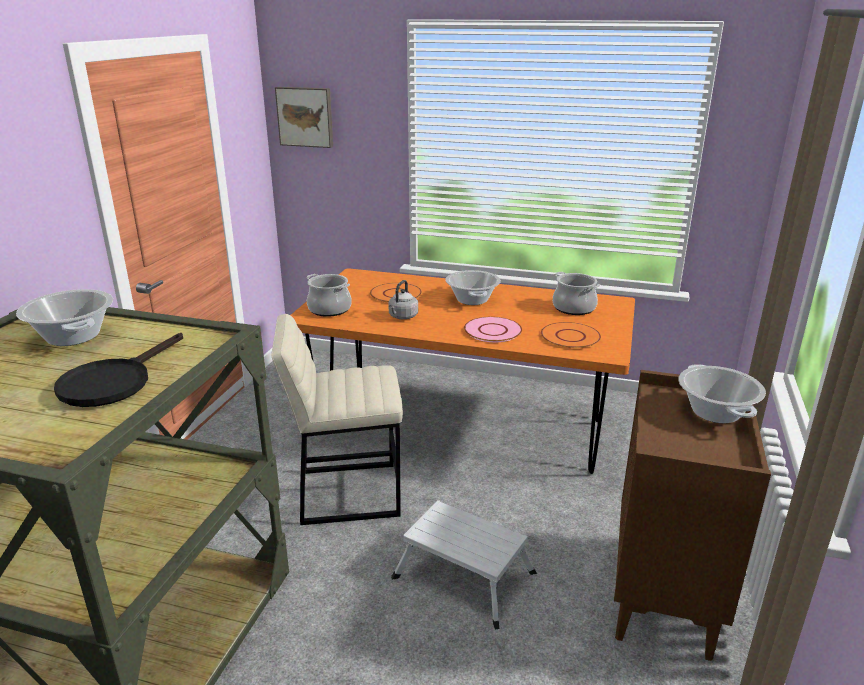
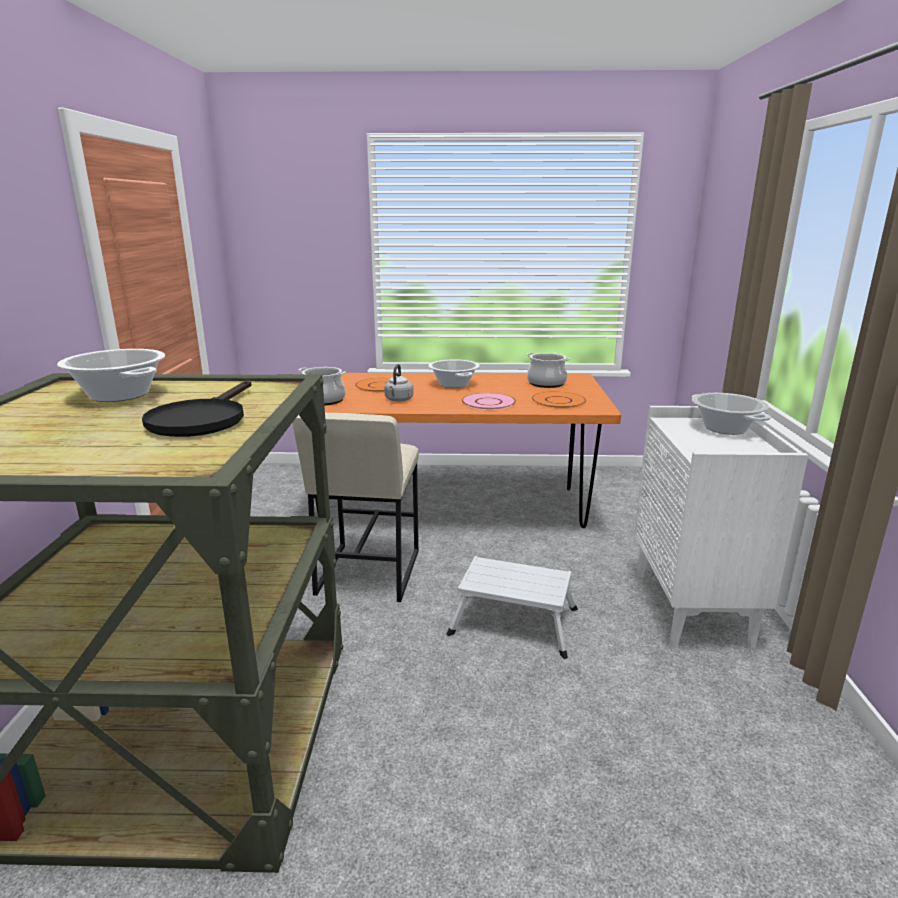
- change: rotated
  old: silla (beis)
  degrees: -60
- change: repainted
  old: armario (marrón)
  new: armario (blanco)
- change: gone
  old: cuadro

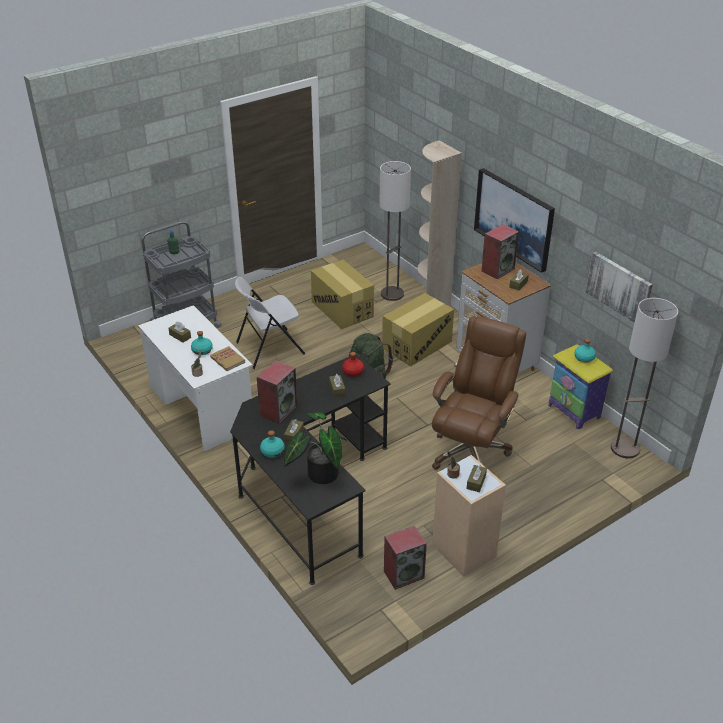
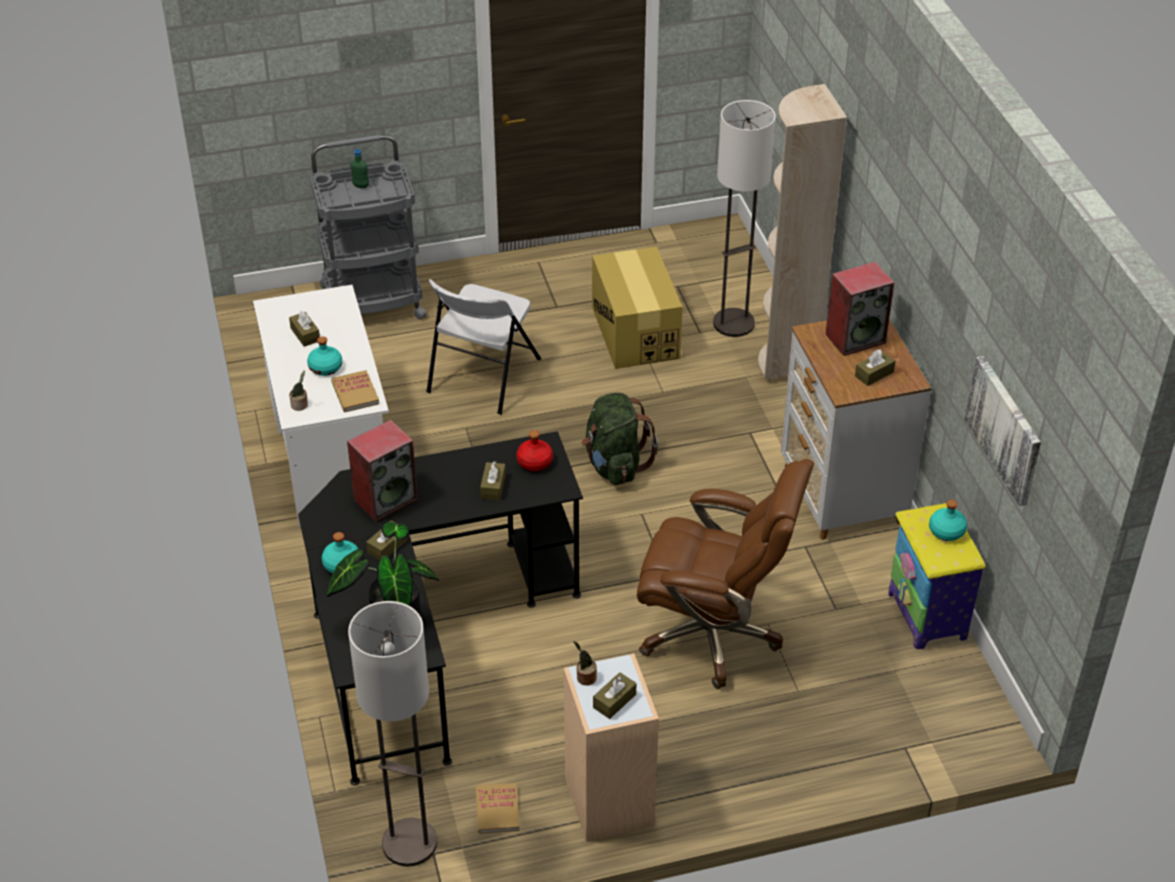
- change: shifted
  old: lámpara de pie (no. 2 from left in the first image)
  new: lámpara de pie (no. 1 from left)
- change: rotated
  old: silla (blanco)
  degrees: -60
- change: swapped
  old: altavoz (no. 2 from left)
  new: libro (no. 2 from left)
- change: rotated
  old: silla de oficina (marrón)
  degrees: 60
- change: gone
  old: caja de cartón (no. 2 from left)
- change: gone
  old: cuadro (no. 1 from left)

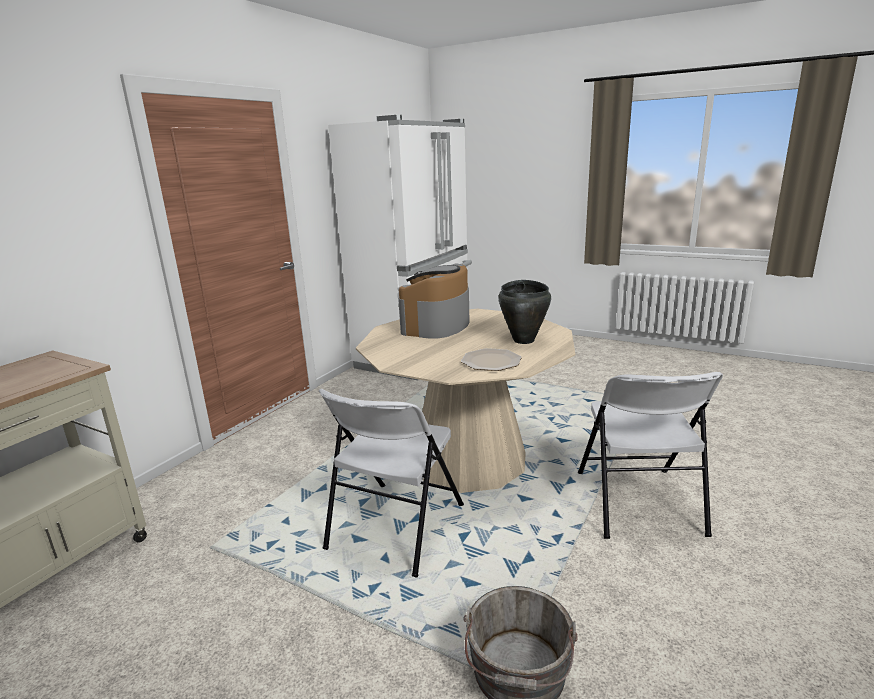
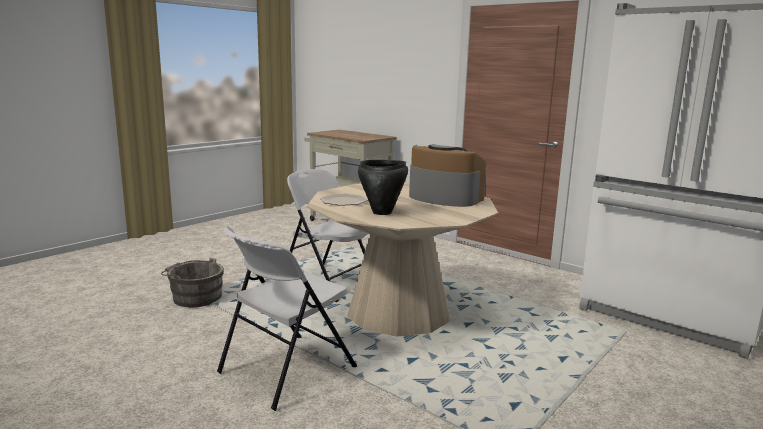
- change: rotated
  old: silla (blanco) (no. 2 from left in the first image)
  degrees: -60

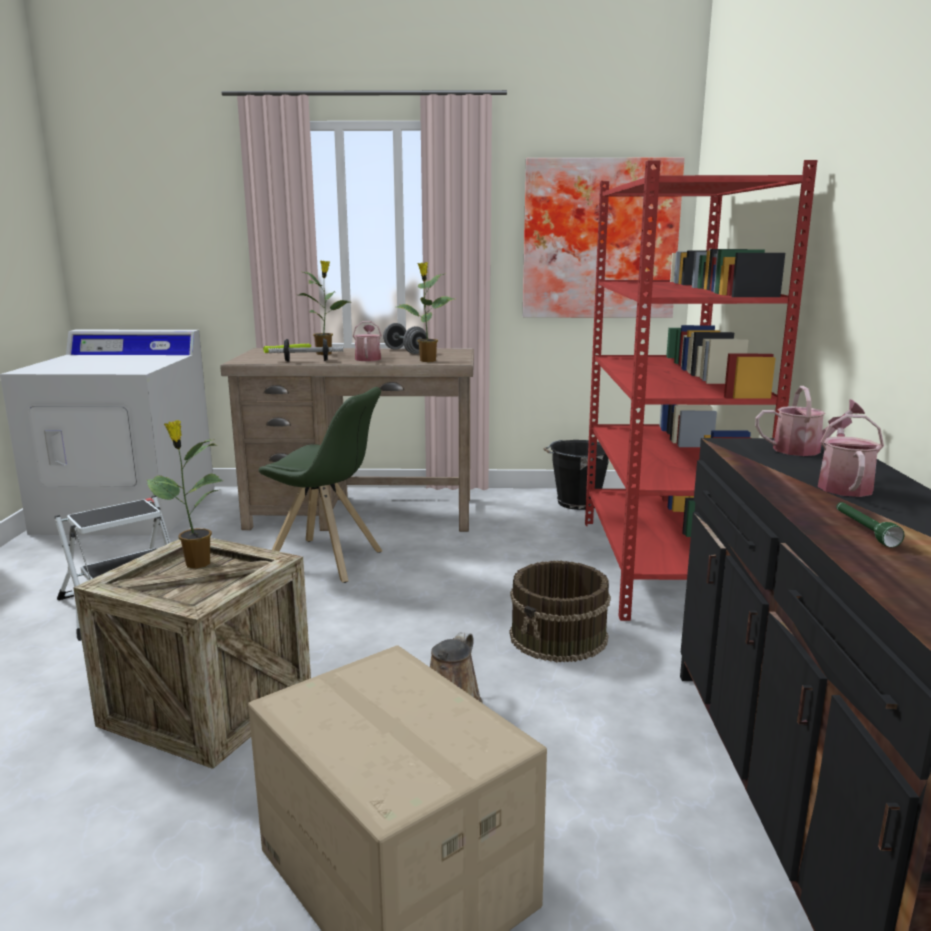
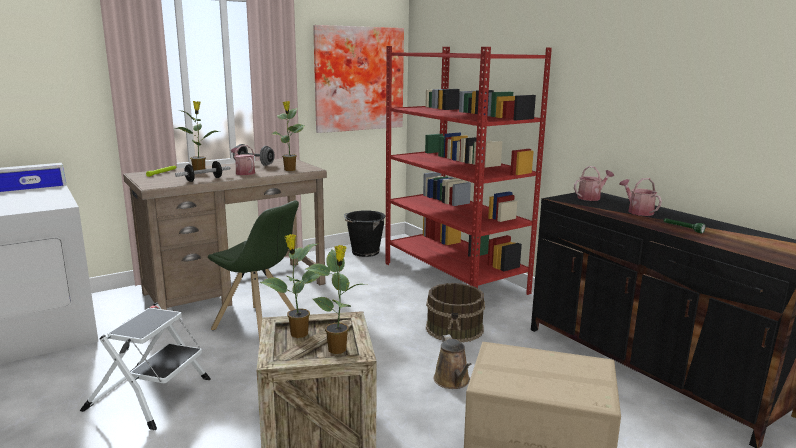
- change: rotated
  old: silla (verde)
  degrees: 45
- change: new
  new: planta en maceta (no. 4 from left)

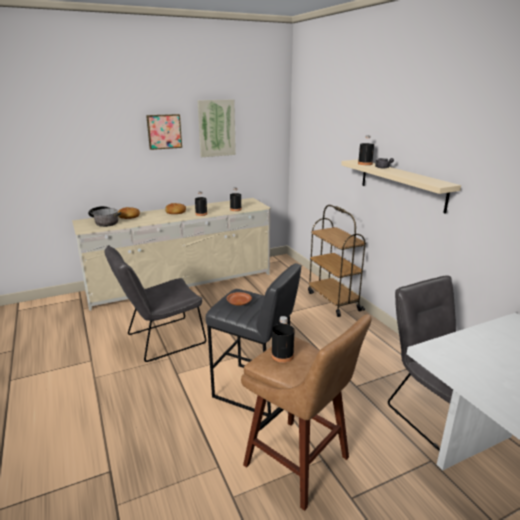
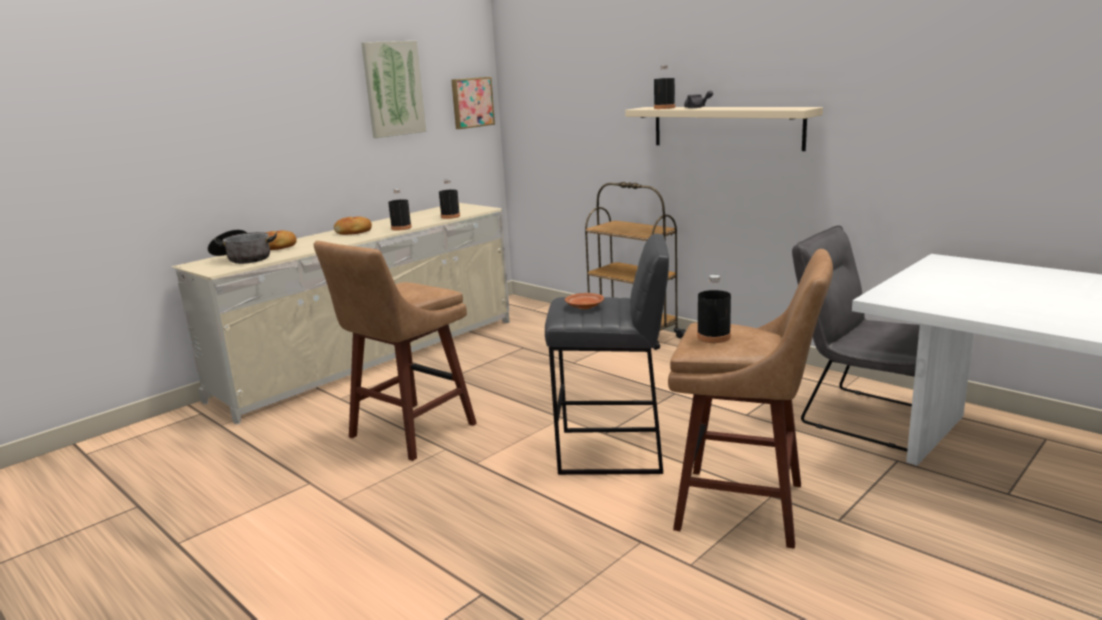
- change: swapped
  old: silla (gris) (no. 1 from left)
  new: taburete (marrón) (no. 1 from left)
- change: shifted
  old: cuadro (no. 1 from left in the first image)
  new: cuadro (no. 2 from left)

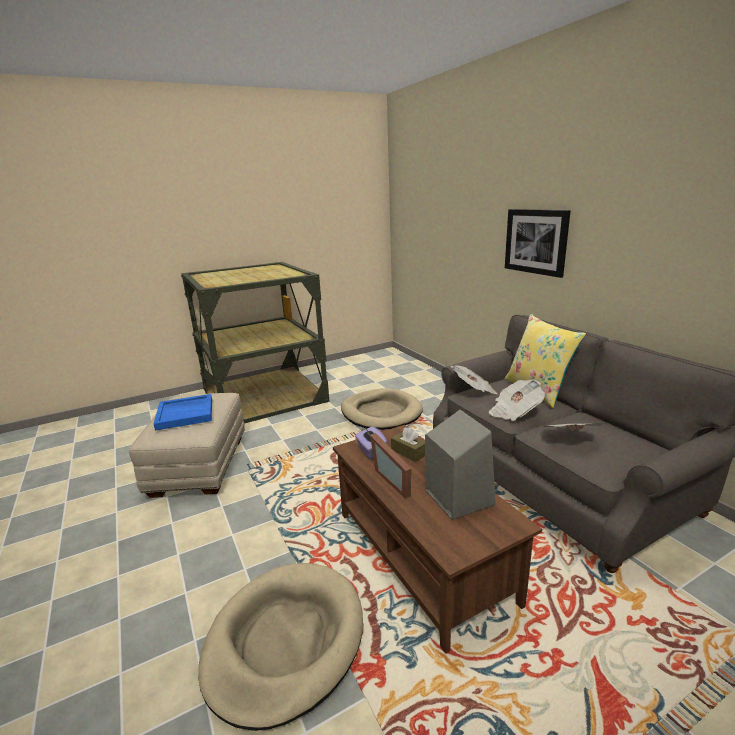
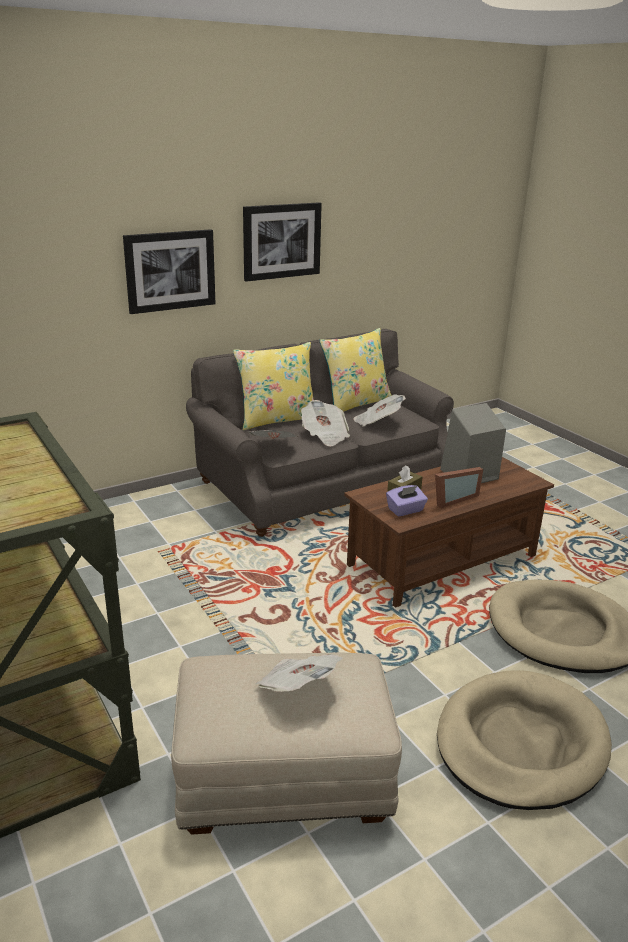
- change: new
  new: cuadro (no. 2 from left)
- change: swapped
  old: bandeja (azul)
  new: periódico (no. 2 from left)
- change: new
  new: cojín (amarillo) (no. 2 from left)
- change: shifted
  old: cama para perro (beis) (no. 2 from left in the first image)
  new: cama para perro (beis) (no. 1 from left)

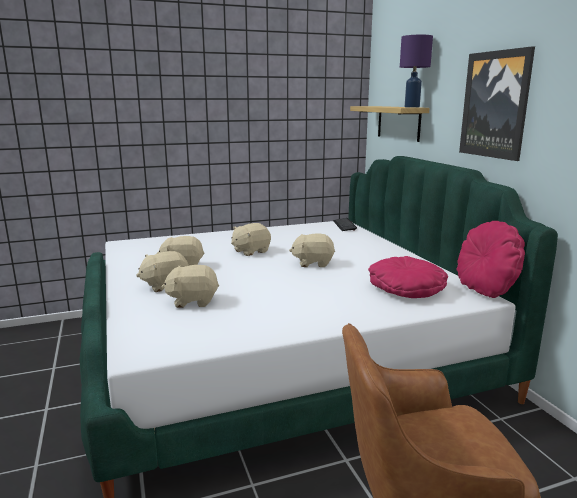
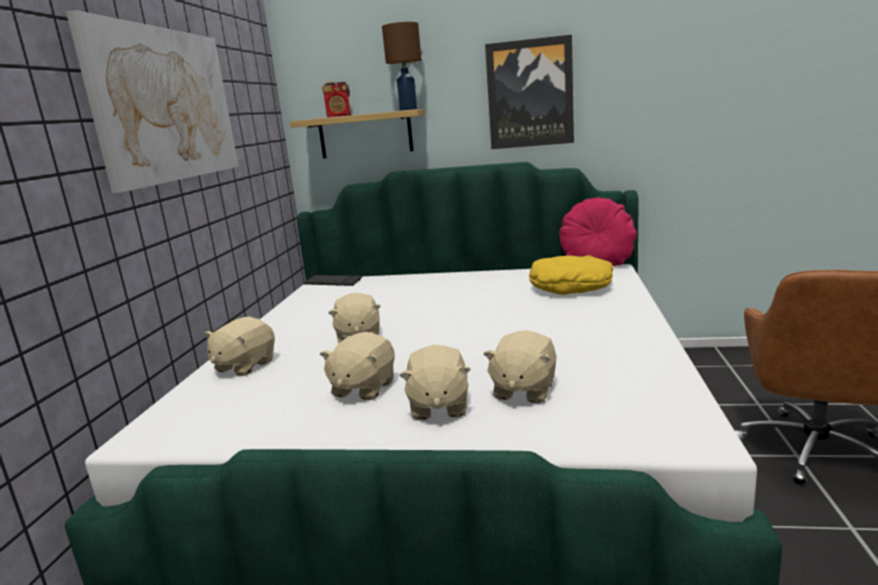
- change: new
  new: cuadro (no. 1 from left)
- change: shifted
  old: peluche (beis) (no. 5 from left in the first image)
  new: peluche (beis) (no. 1 from left)
- change: new
  new: radio
- change: repainted
  old: lámpara de mesa (morado)
  new: lámpara de mesa (marrón)
- change: repainted
  old: cojín (rosa) (no. 1 from left)
  new: cojín (amarillo)

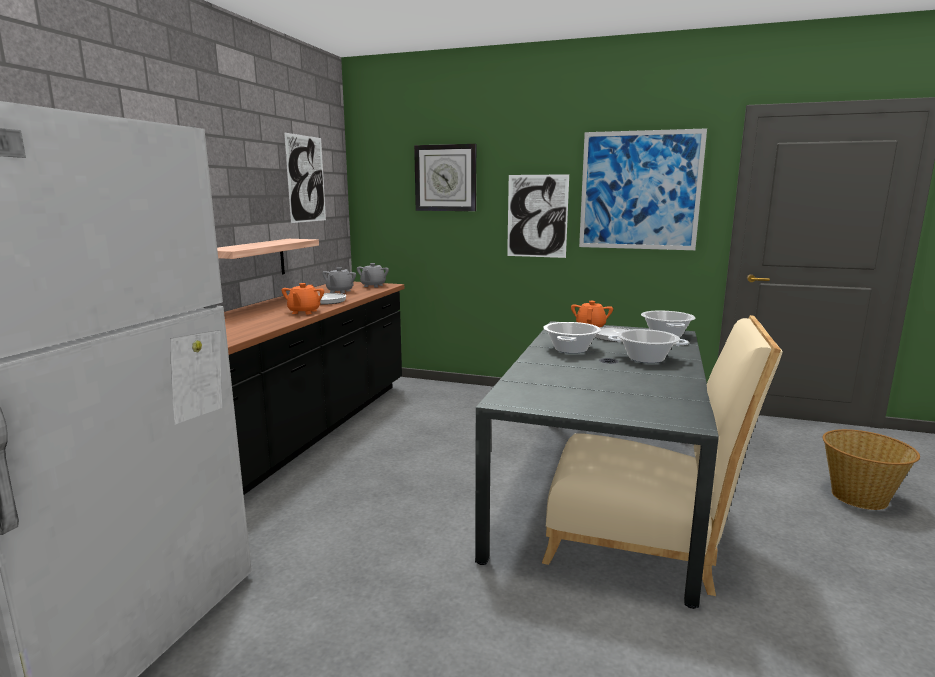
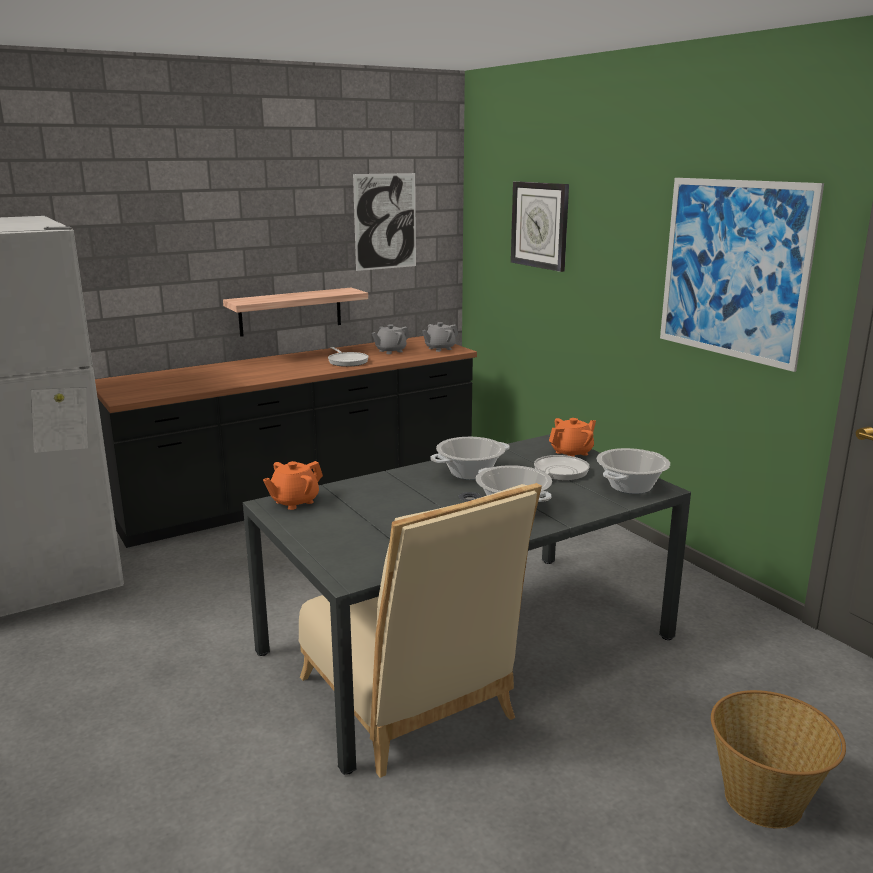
- change: shifted
  old: tetera (naranja) (no. 1 from left)
- change: gone
  old: cuadro (no. 2 from left)

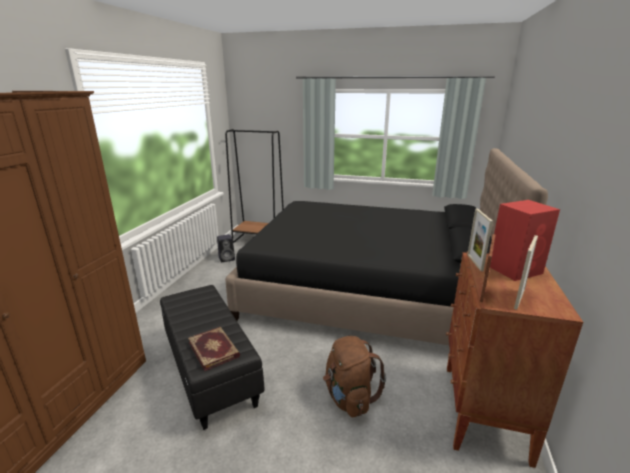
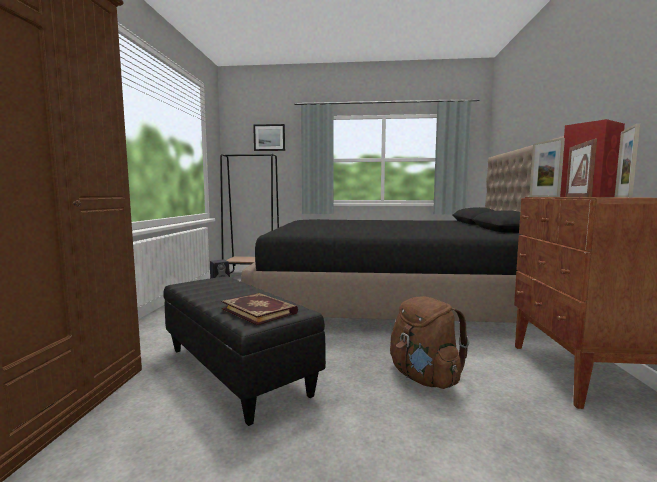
- change: new
  new: cuadro

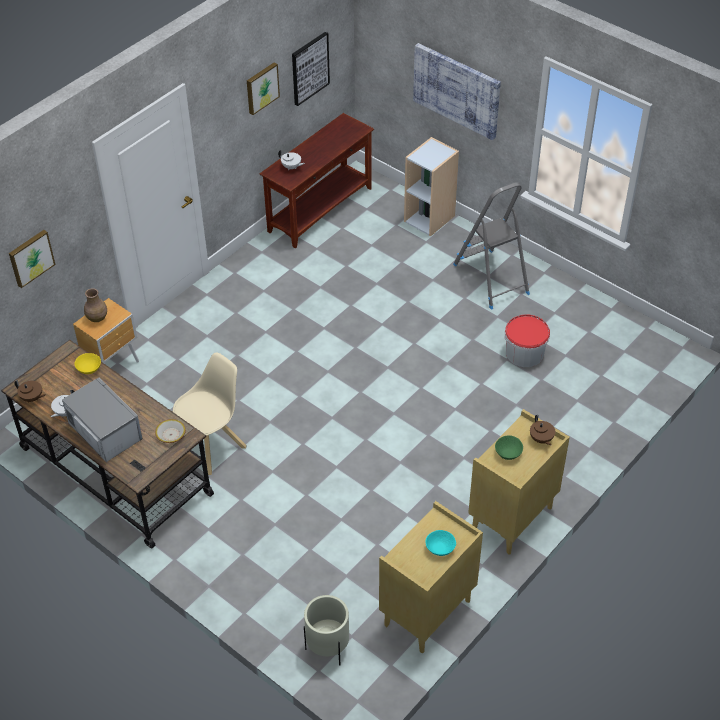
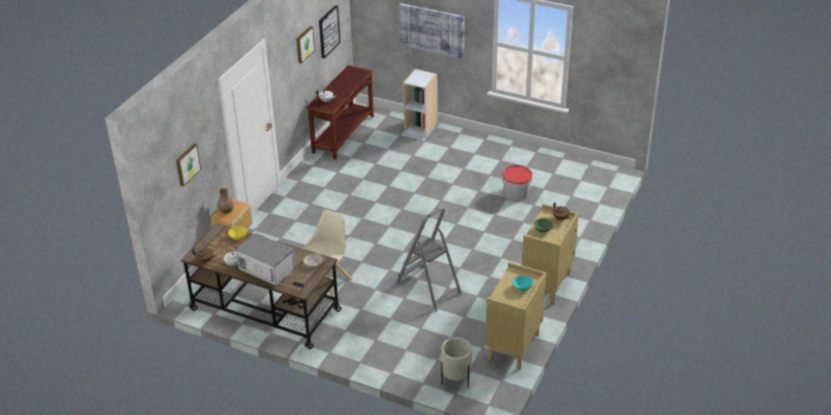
- change: shifted
  old: escalera de tijera (gris)

